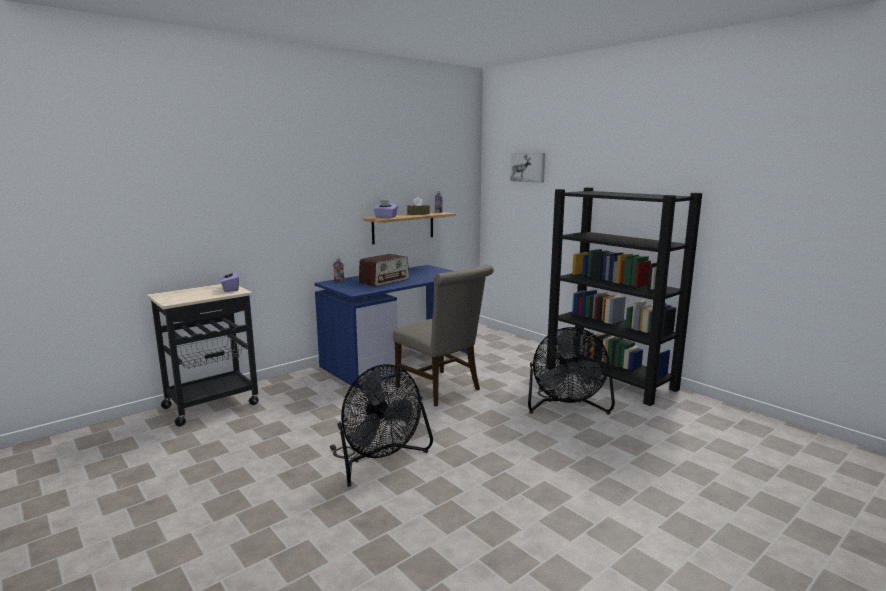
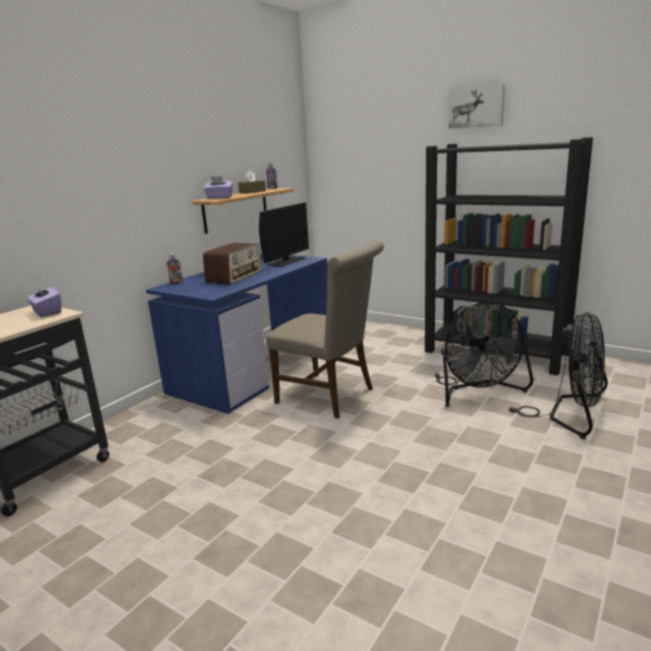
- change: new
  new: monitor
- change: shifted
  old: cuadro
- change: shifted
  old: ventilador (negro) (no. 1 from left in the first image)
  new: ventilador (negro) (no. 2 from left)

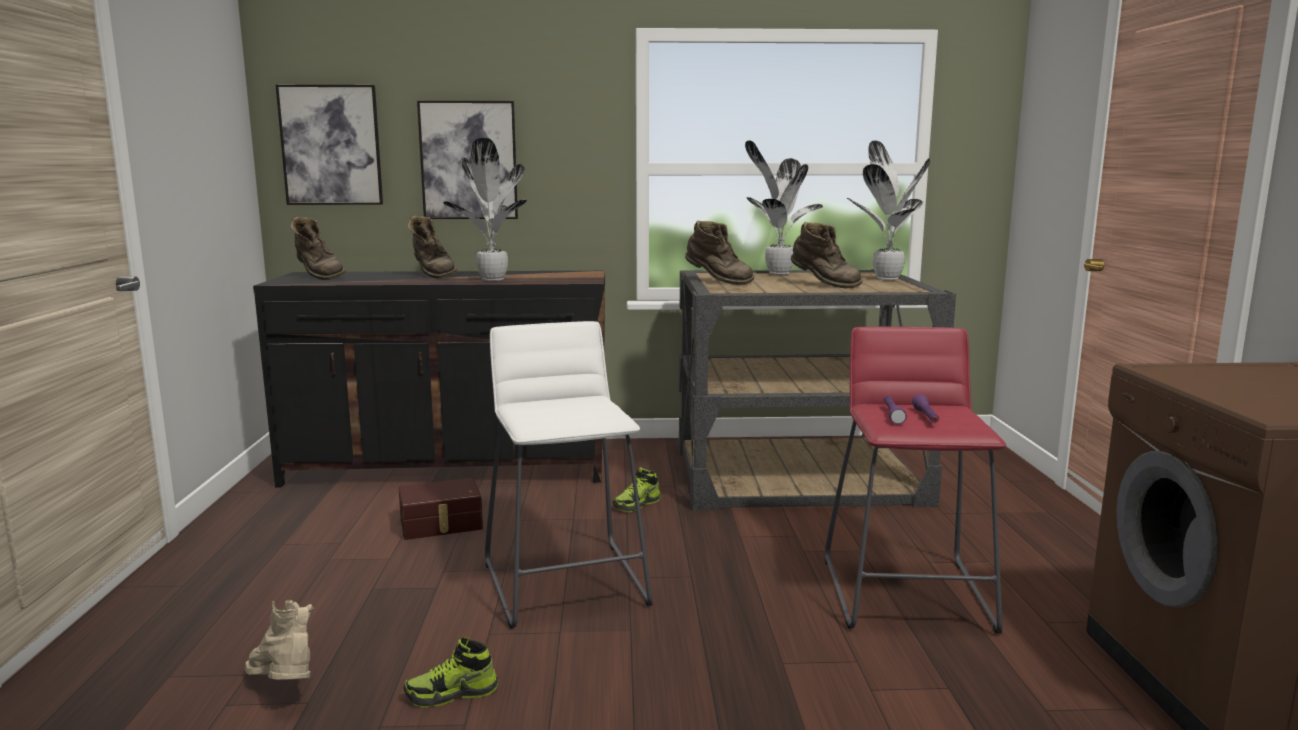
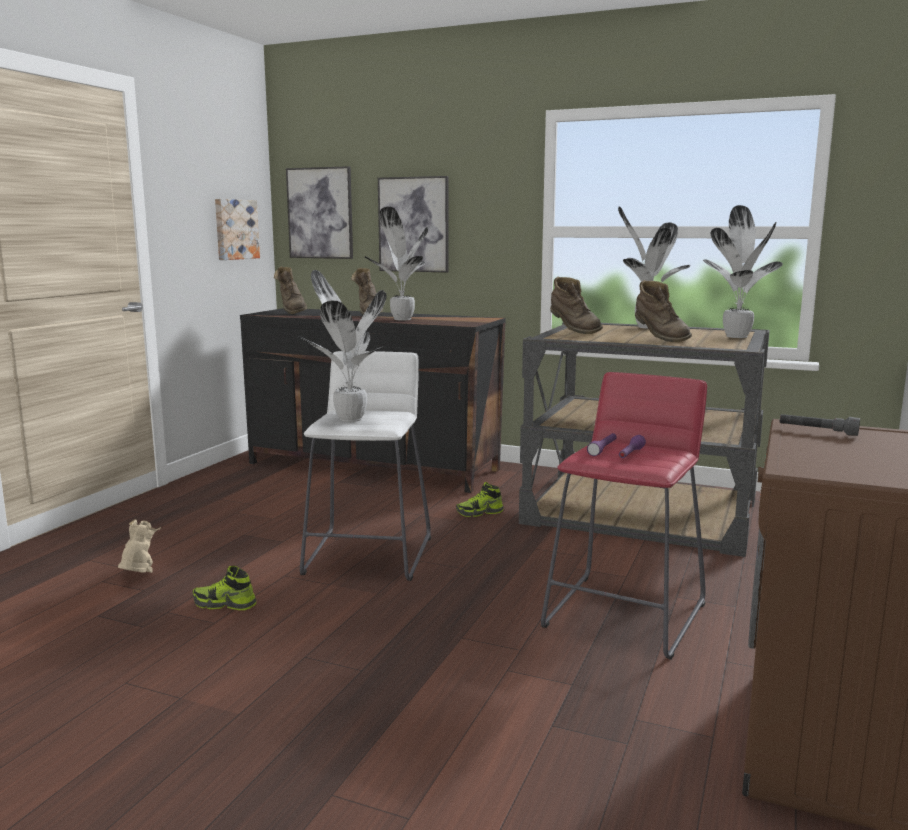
- change: new
  new: cuadro (no. 1 from left)
- change: new
  new: planta en maceta (no. 1 from left)
- change: new
  new: linterna (gris)
- change: gone
  old: caja de almacenaje (marrón)

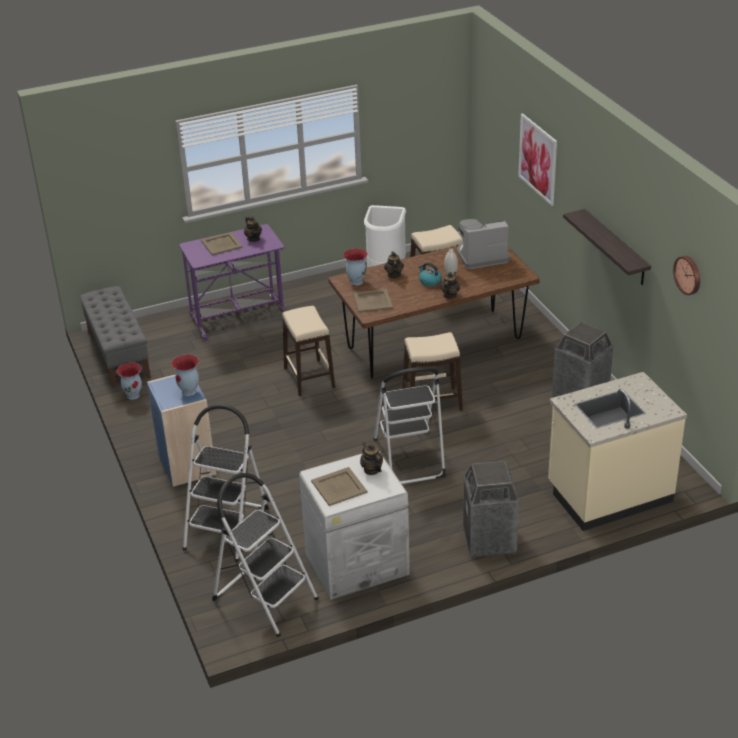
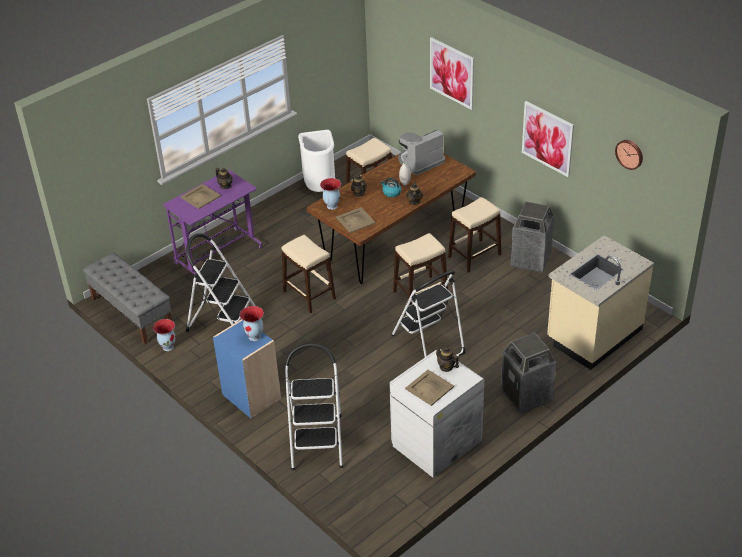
- change: shifted
  old: escalera de tijera (no. 2 from left in the first image)
  new: escalera de tijera (no. 1 from left)
- change: new
  new: taburete (beis) (no. 4 from left)
- change: swapped
  old: estante
  new: cuadro (no. 2 from left)

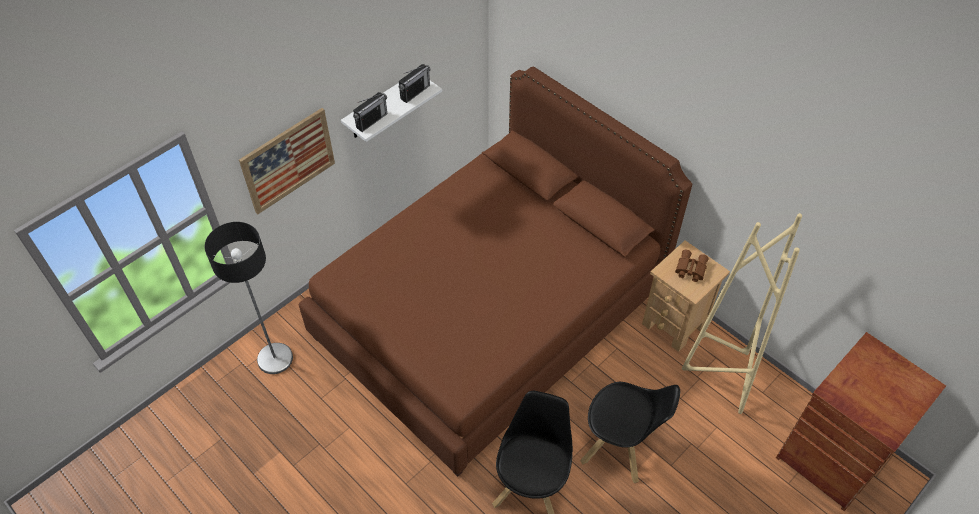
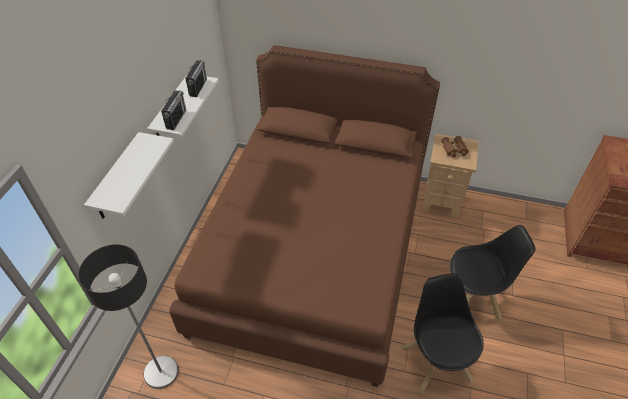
- change: swapped
  old: cuadro
  new: estante (blanco) (no. 1 from left)
- change: gone
  old: perchero (beis)

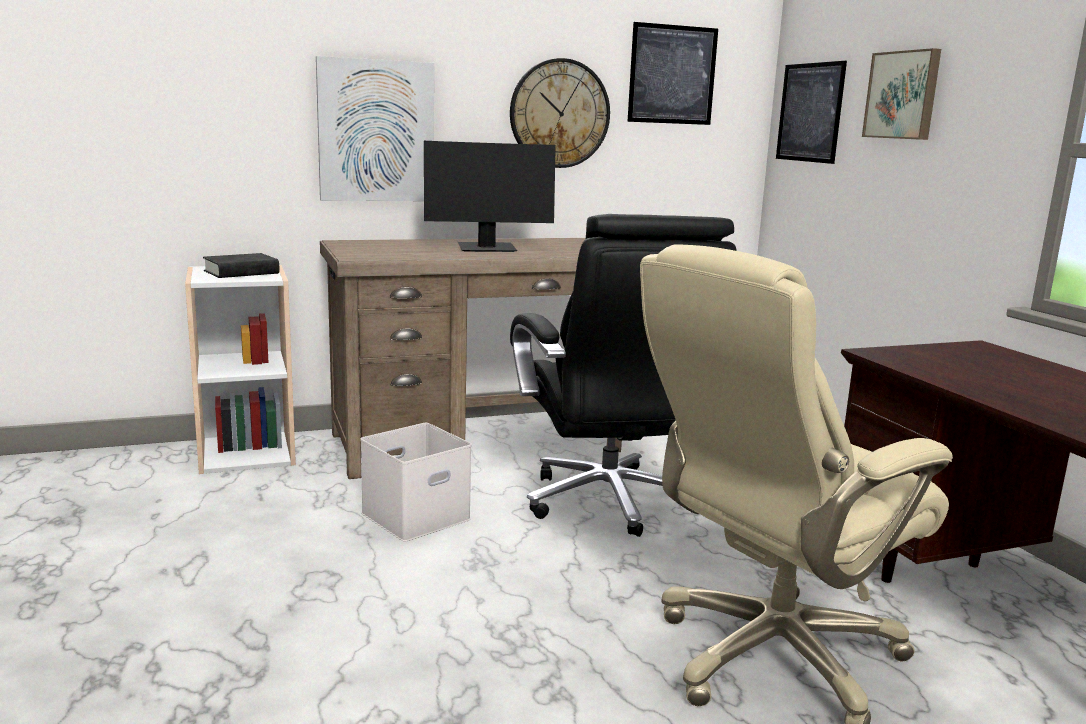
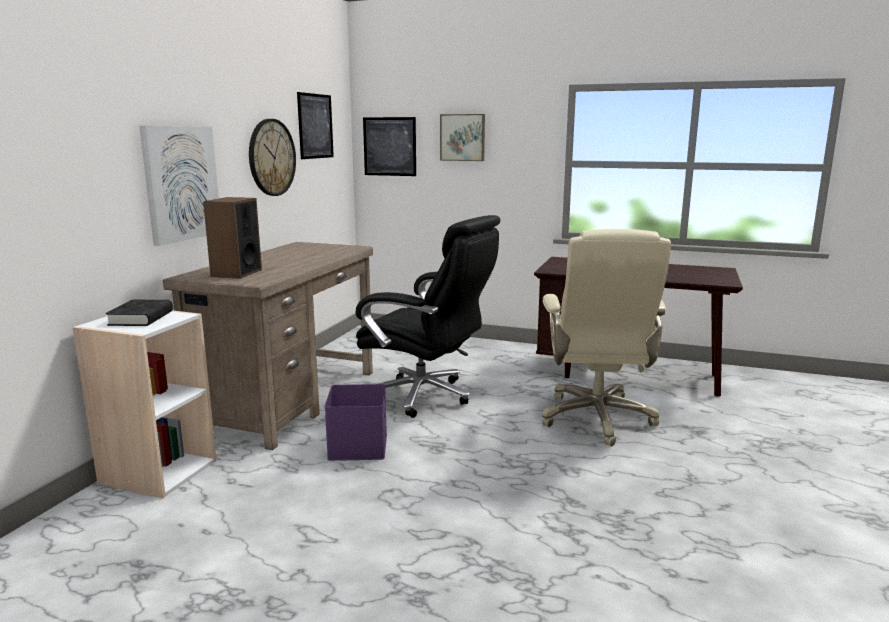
- change: new
  new: altavoz
- change: repainted
  old: caja de almacenaje (blanco)
  new: caja de almacenaje (morado)
- change: gone
  old: monitor

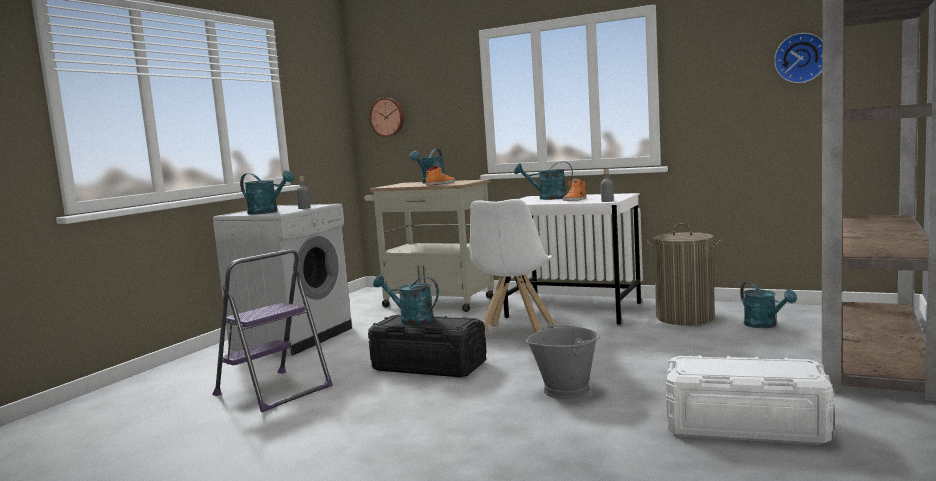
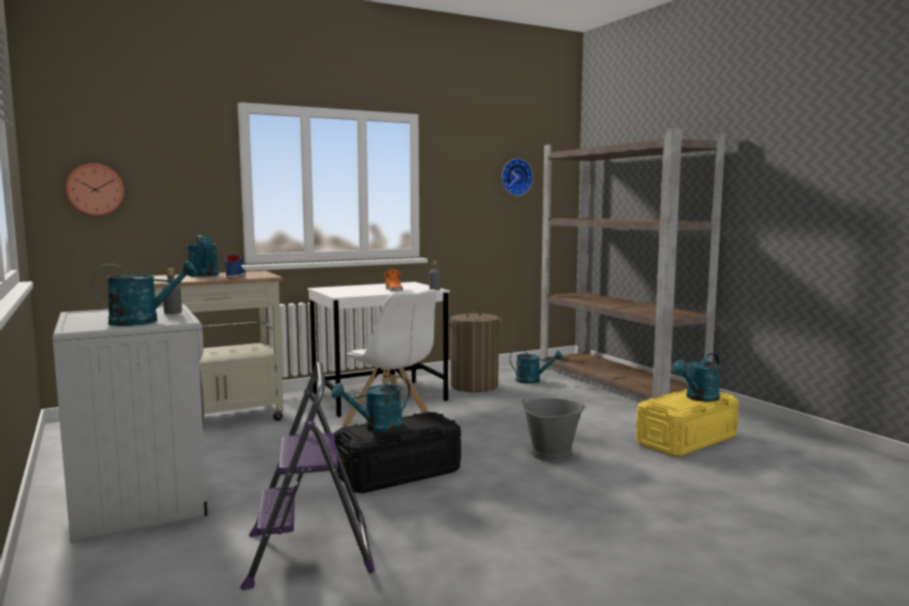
- change: repainted
  old: zapato (naranja) (no. 1 from left)
  new: zapato (azul)
- change: repainted
  old: caja de almacenaje (blanco)
  new: caja de almacenaje (amarillo)
- change: shifted
  old: regadera (turquesa) (no. 4 from left in the first image)
  new: regadera (turquesa) (no. 5 from left)

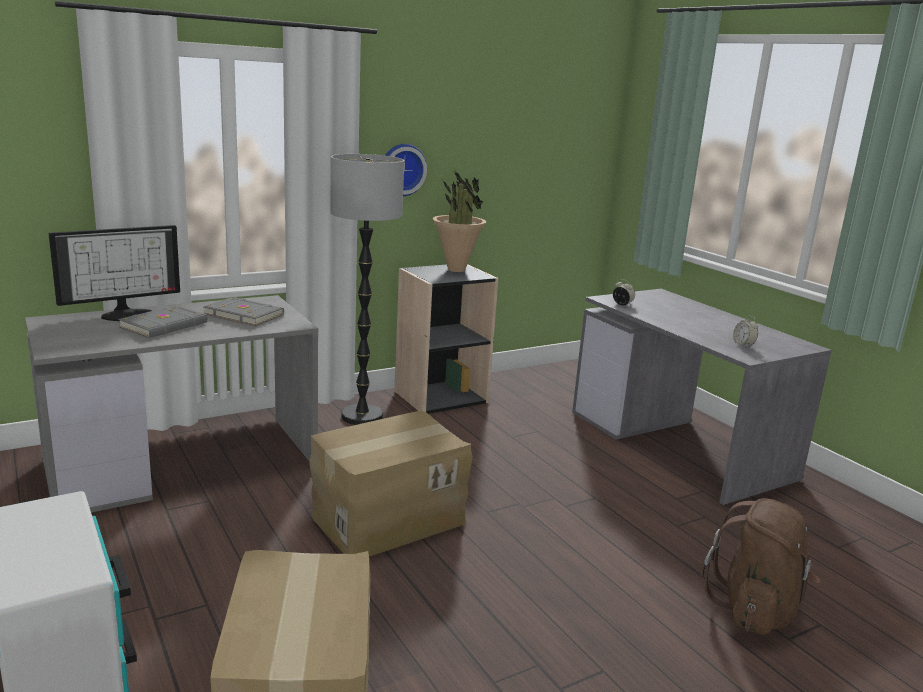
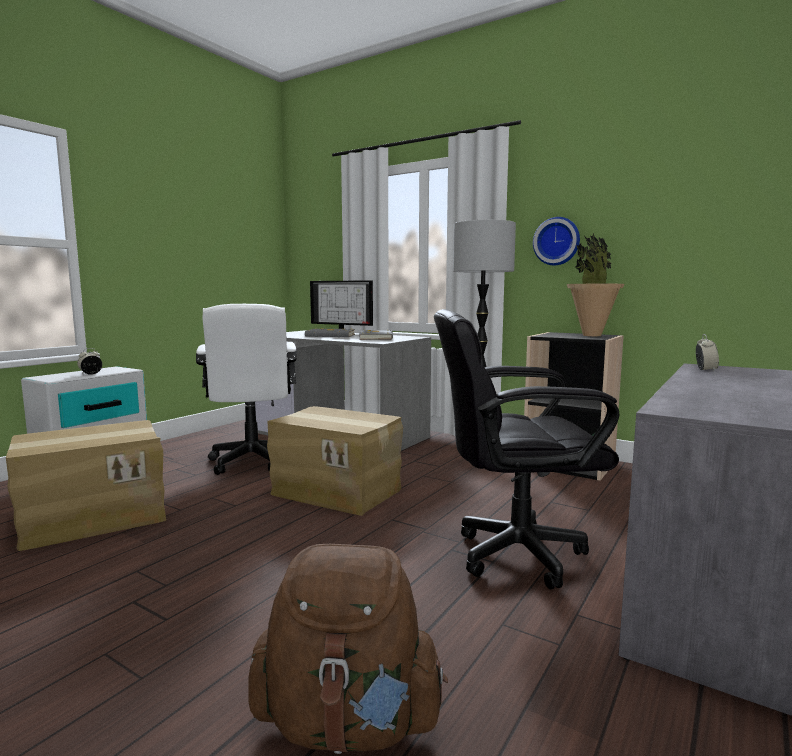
- change: shifted
  old: despertador (no. 2 from left in the first image)
  new: despertador (no. 1 from left)
- change: new
  new: silla de oficina (blanco)
- change: new
  new: silla de oficina (negro)

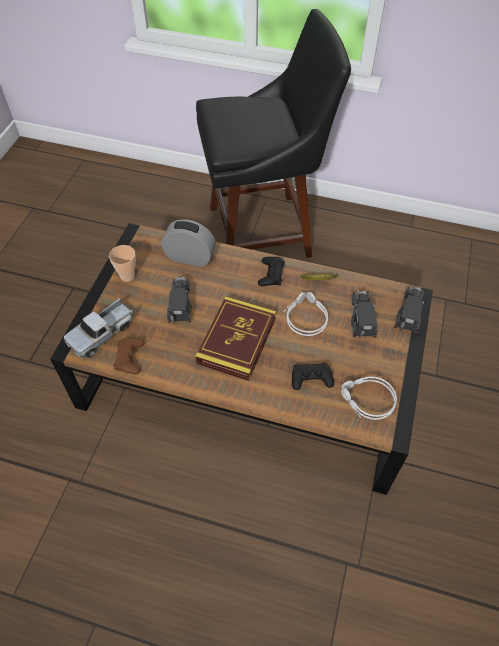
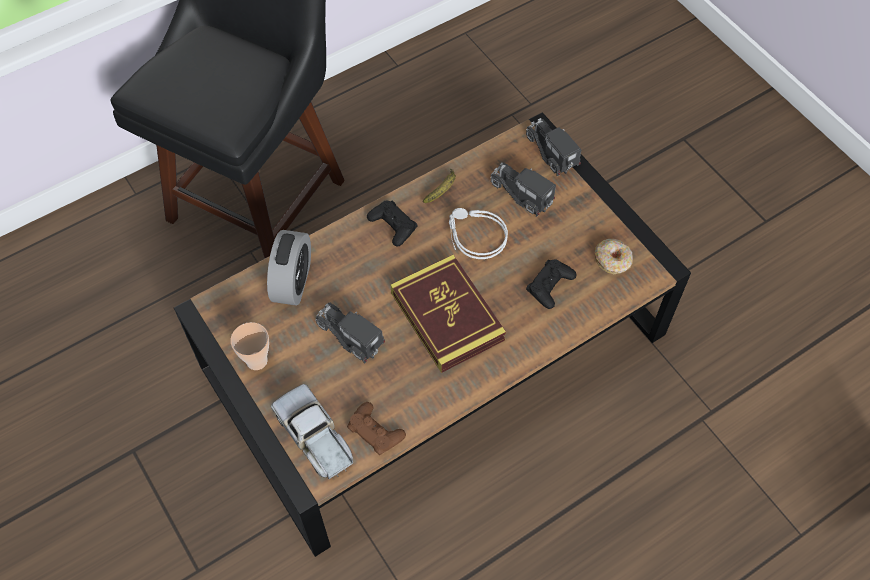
- change: rotated
  old: despertador
  degrees: 135
- change: rotated
  old: camión de juguete (no. 1 from left)
  degrees: 150
- change: swapped
  old: auriculares (gris) (no. 2 from left)
  new: rosquilla

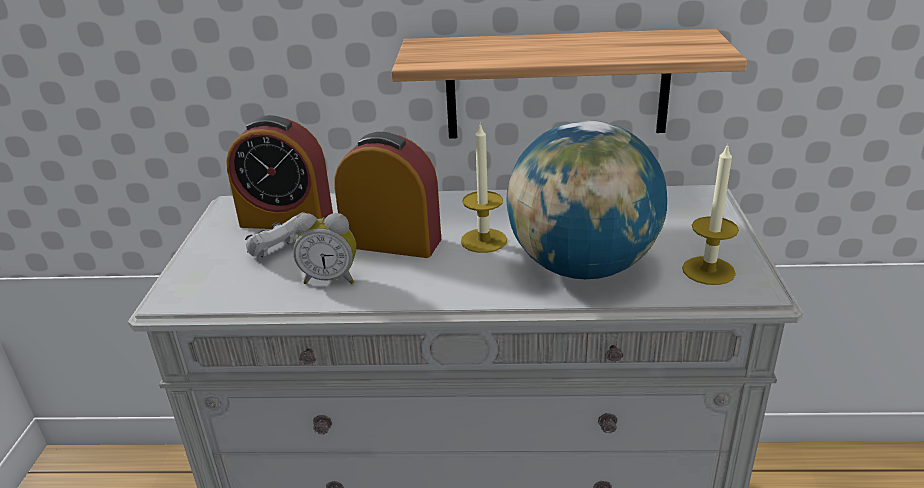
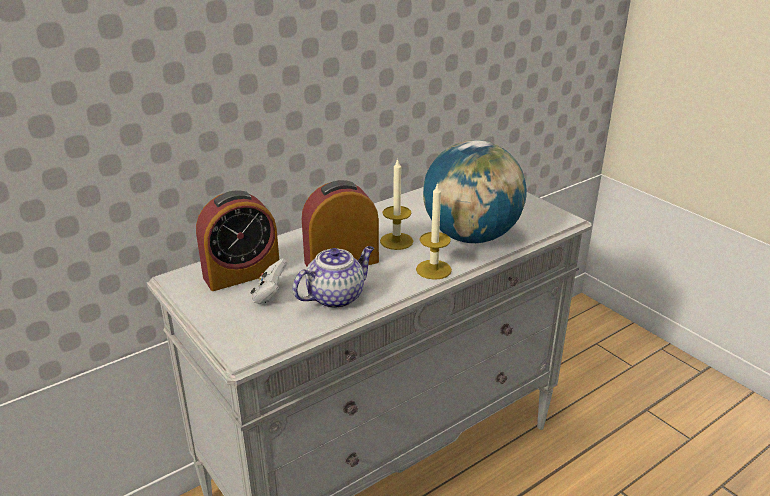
- change: swapped
  old: despertador (no. 2 from left)
  new: tetera
- change: shifted
  old: vela (no. 2 from left)
- change: gone
  old: estante

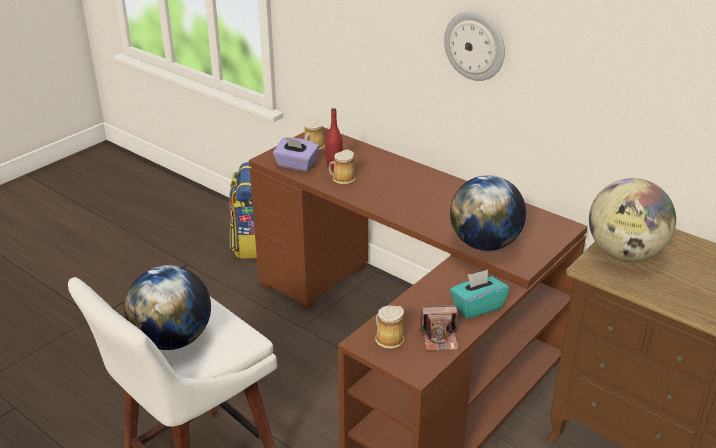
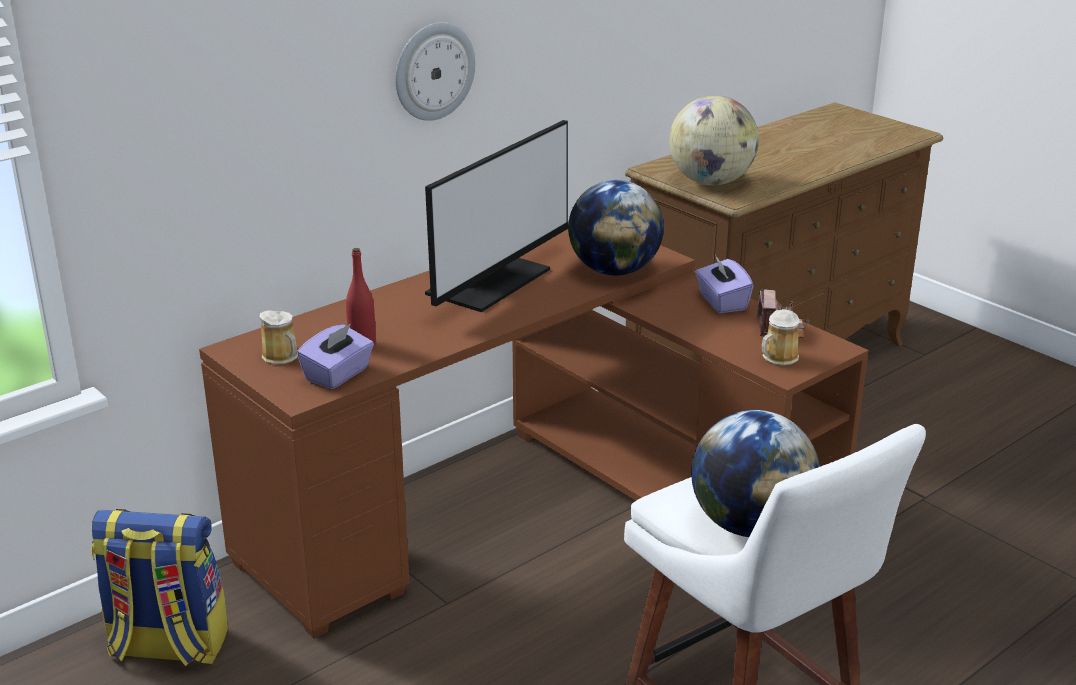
- change: new
  new: monitor
- change: repainted
  old: caja de pañuelos (turquesa)
  new: caja de pañuelos (morado) (no. 2 from left)
- change: gone
  old: taza grande (no. 2 from left)

